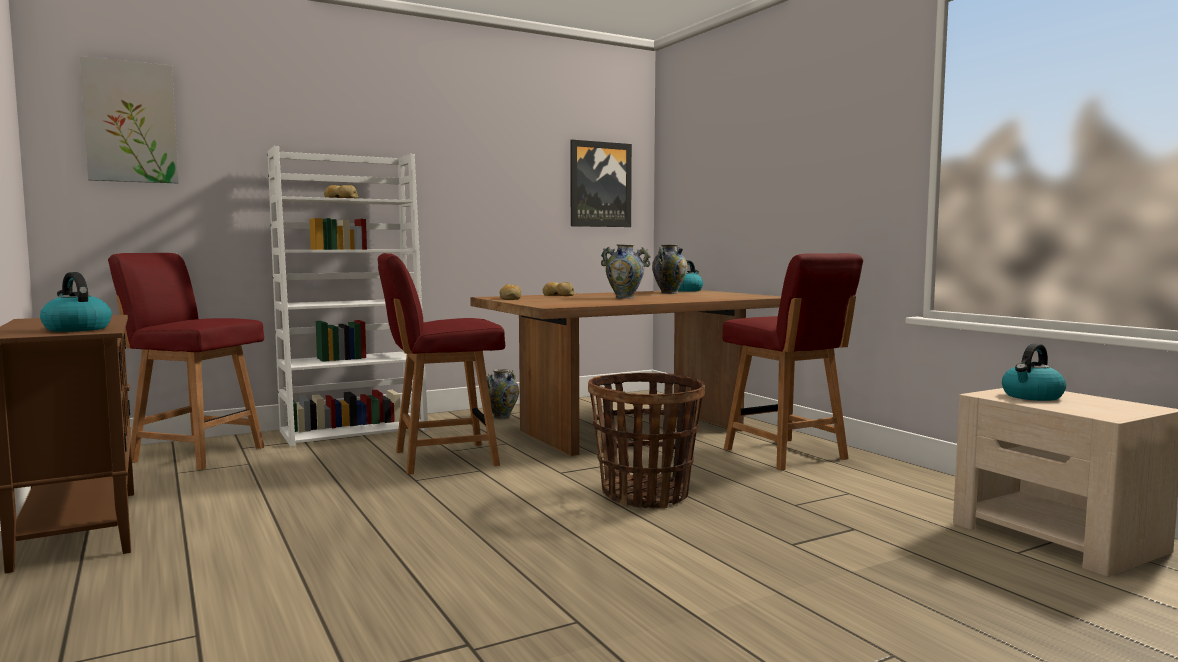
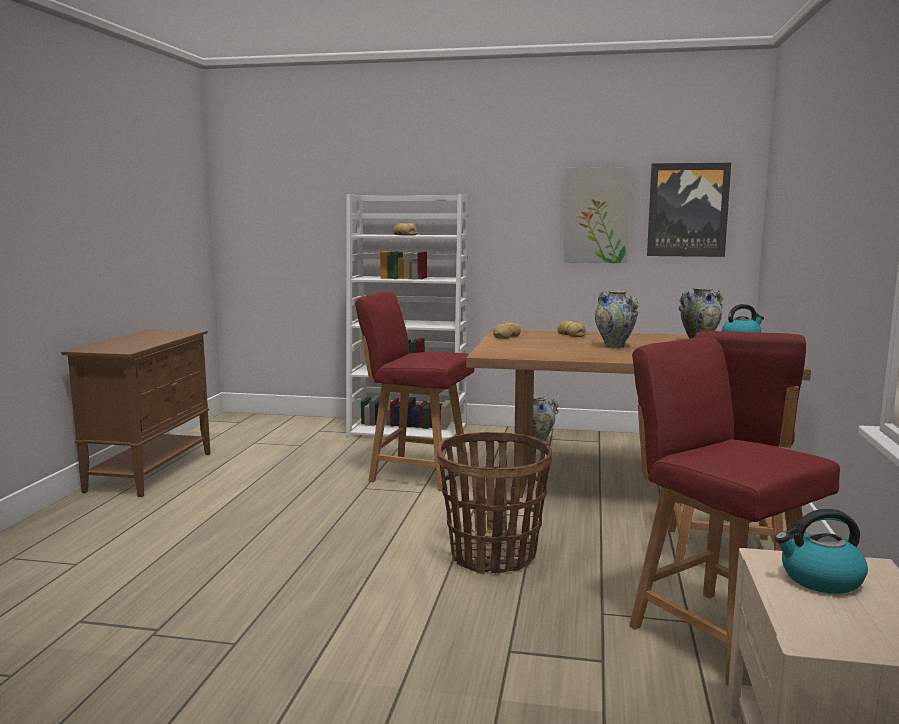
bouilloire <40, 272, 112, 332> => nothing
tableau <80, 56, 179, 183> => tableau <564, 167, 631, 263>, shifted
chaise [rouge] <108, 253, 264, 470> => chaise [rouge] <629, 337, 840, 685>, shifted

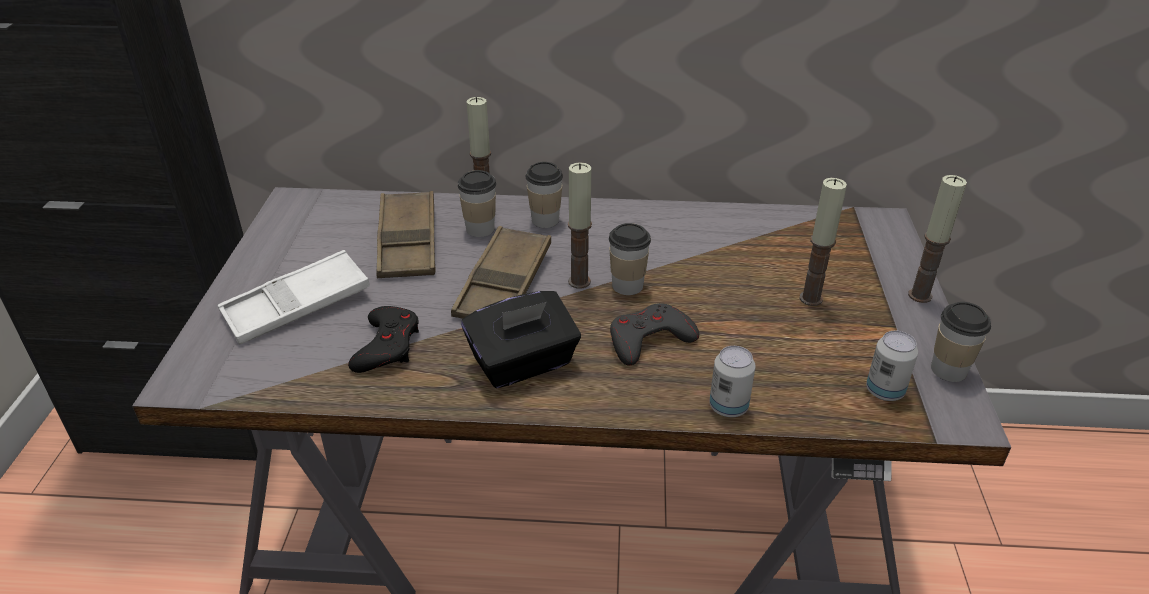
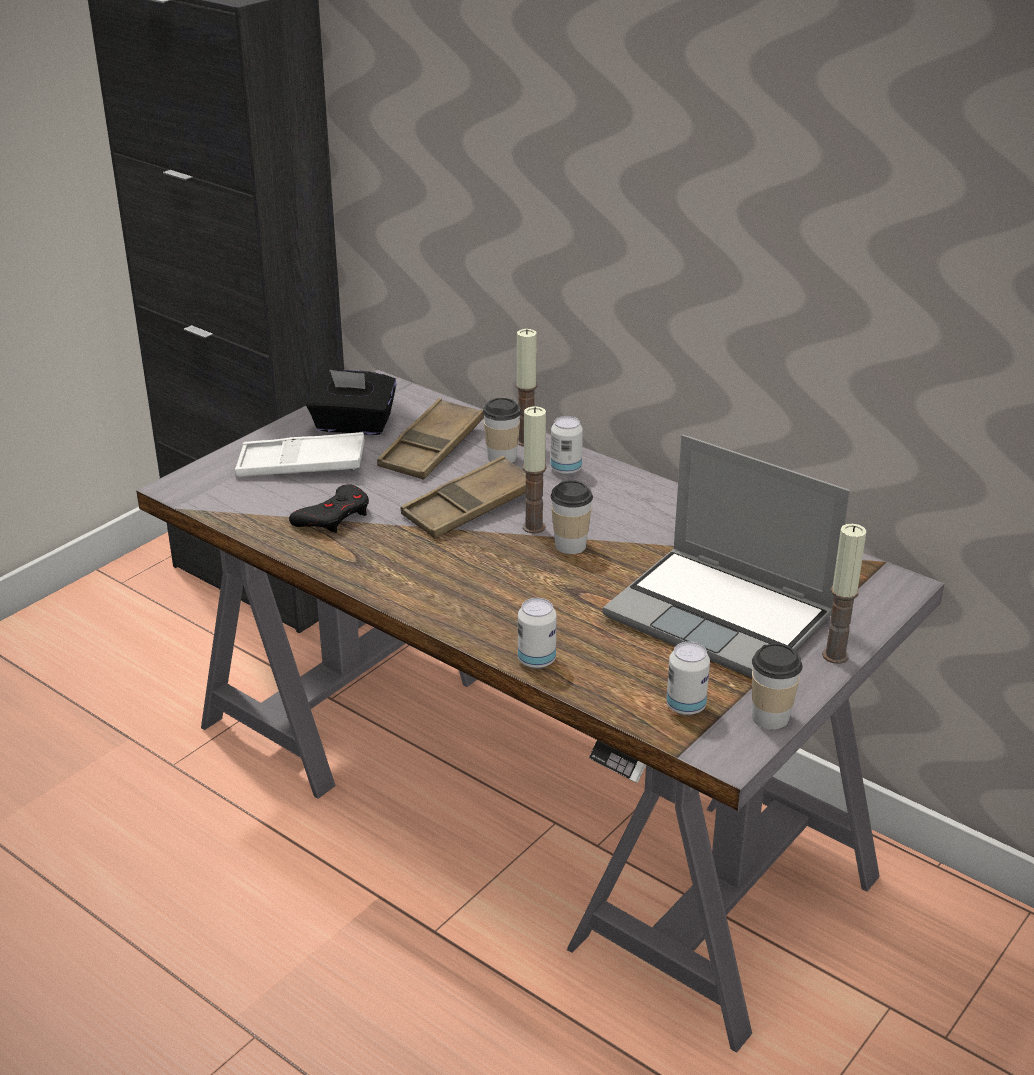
manette [gris] <610, 303, 699, 365> => nothing
boîte à mouchoirs [noir] <461, 291, 581, 388> => boîte à mouchoirs [noir] <306, 370, 397, 435>, shifted
tasse <525, 162, 563, 228> => boîte métallique <551, 416, 583, 475>
bougie <799, 178, 847, 306> => ordinateur portable <603, 435, 850, 678>

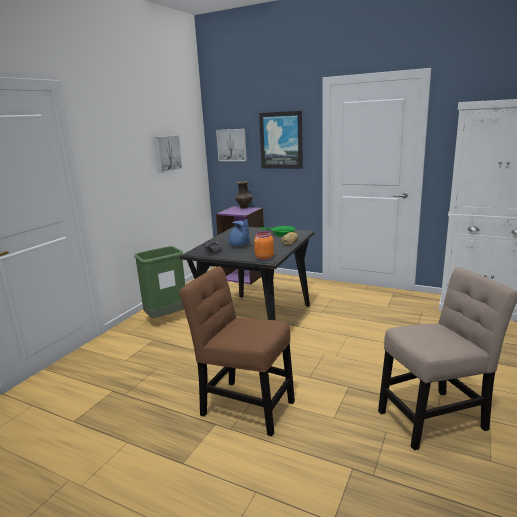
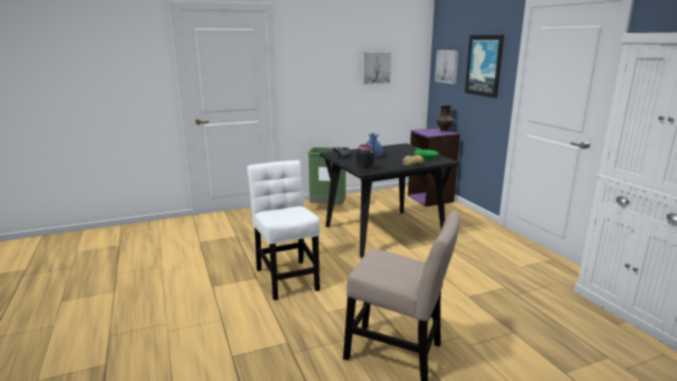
chaise [marron] <179, 266, 295, 436> => chaise [blanc] <247, 160, 320, 300>
bocal [orange] <254, 232, 274, 260> => bocal [noir] <356, 144, 374, 171>

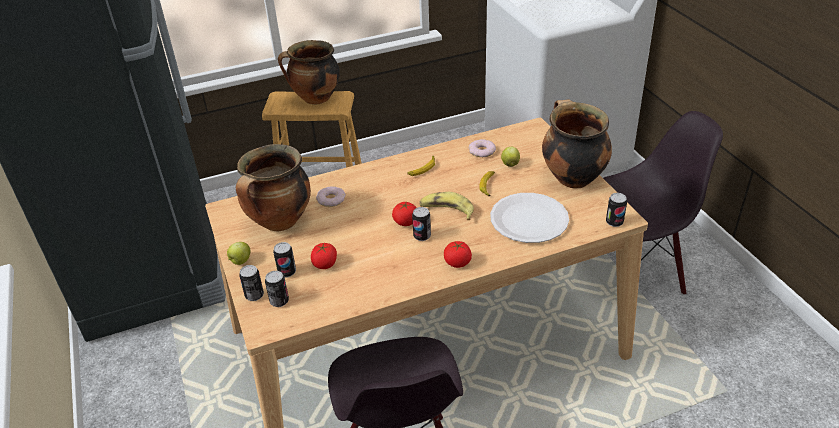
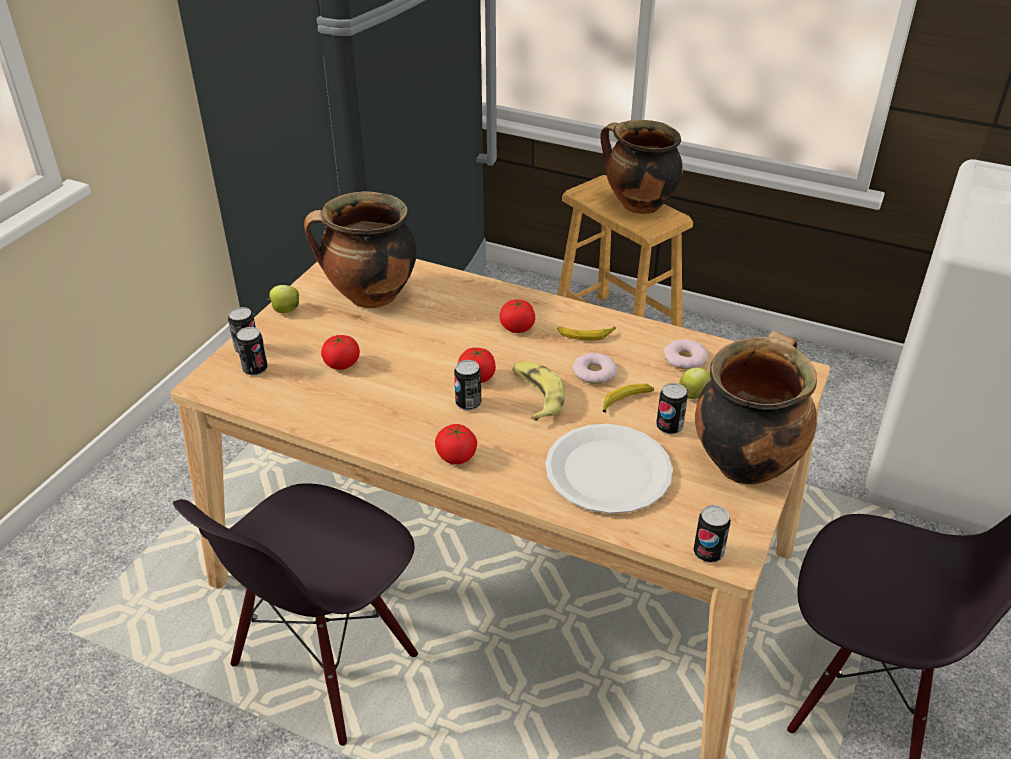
nothing => tomate <500, 300, 535, 333>
boîte métallique <273, 242, 296, 277> => boîte métallique <656, 383, 688, 435>, shifted
beignet <316, 186, 346, 207> => beignet <573, 353, 617, 384>, shifted

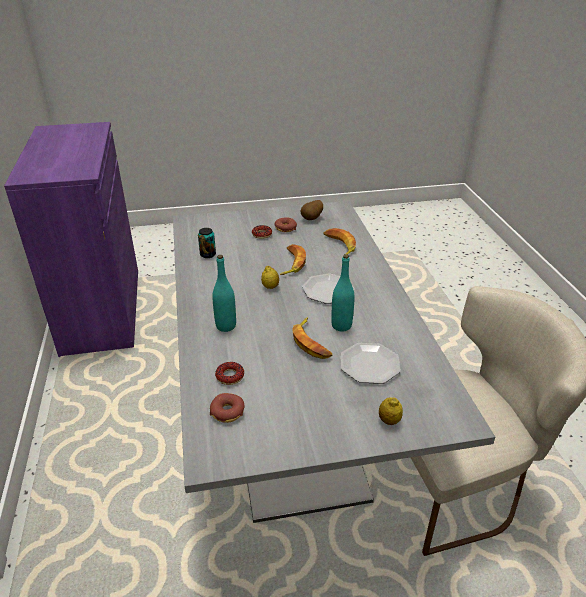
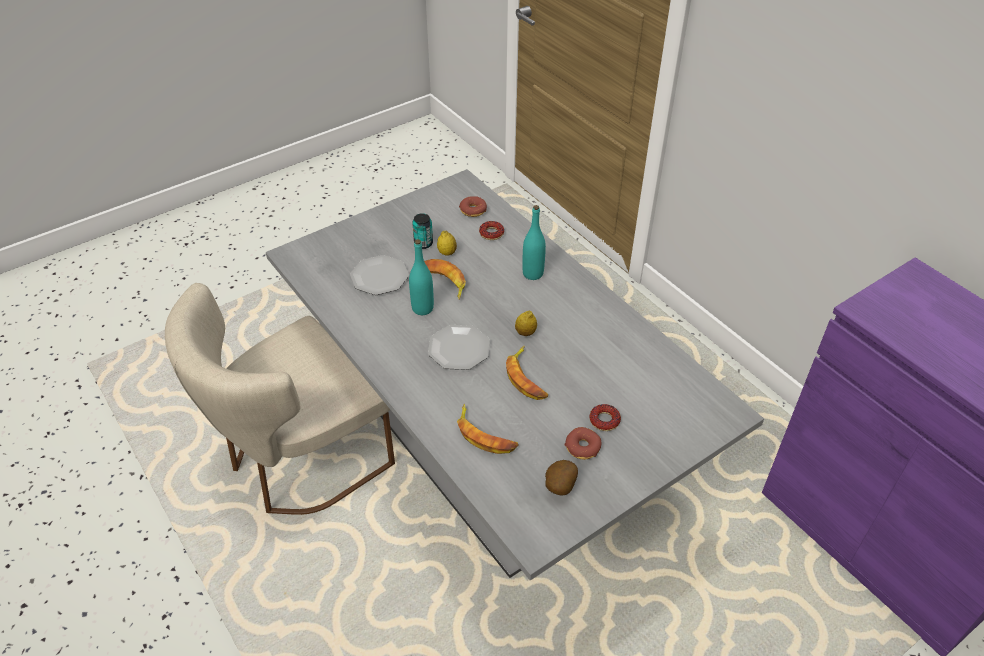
boîte métallique <198, 228, 216, 258> => boîte métallique <413, 213, 433, 249>, shifted
citron <379, 397, 403, 425> => citron <437, 231, 457, 256>, shifted

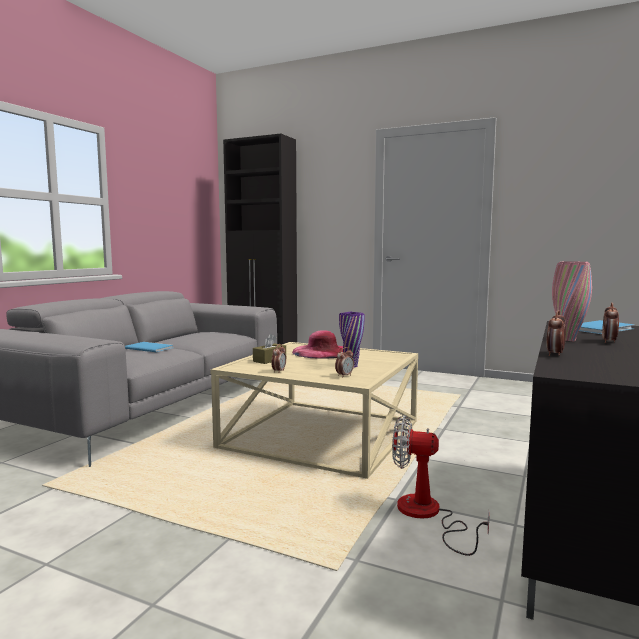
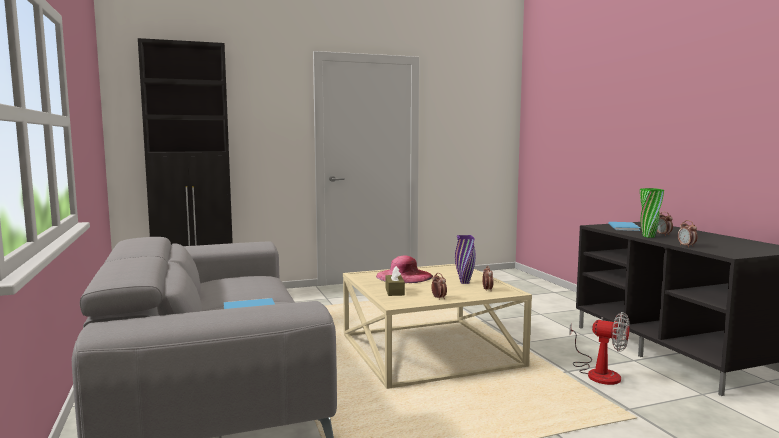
vase [rose] <552, 261, 592, 342> => vase [vert] <640, 188, 664, 238>
ventilateur <392, 415, 489, 556> => ventilateur <569, 312, 630, 385>, 120 degrees counterclockwise

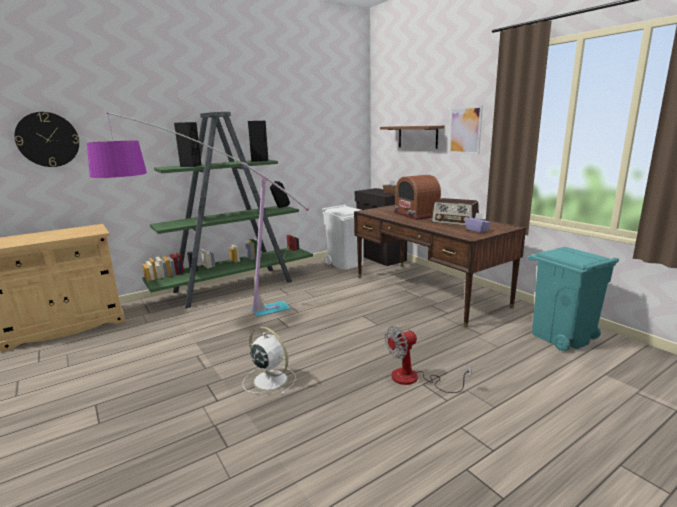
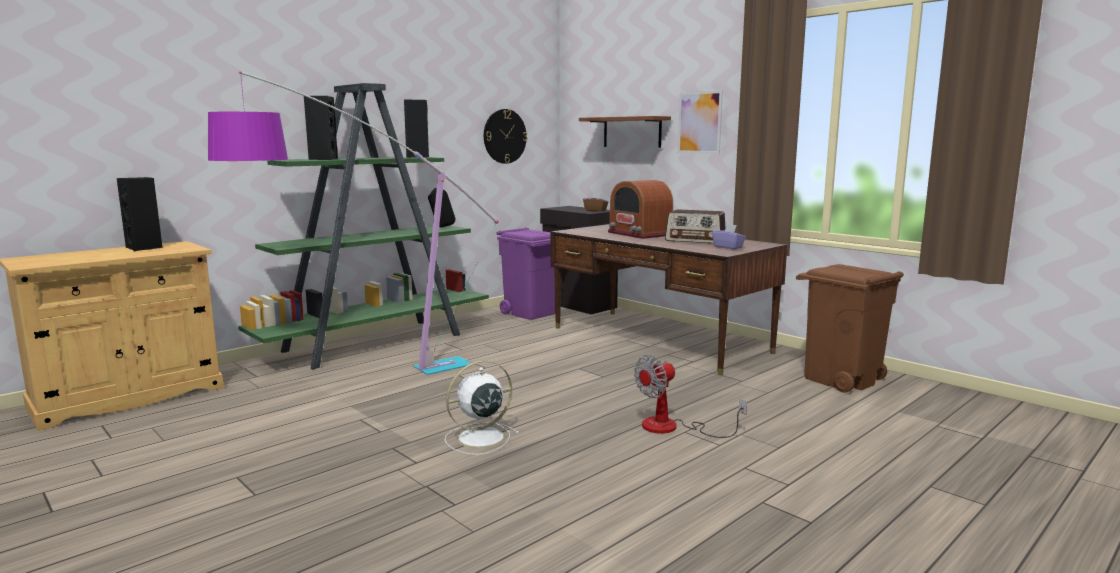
nothing => enceinte [noir] <117, 177, 163, 251>
horloge murale <14, 112, 79, 167> => horloge murale <484, 109, 528, 164>, shifted
poubelle [blanc] <322, 205, 364, 270> => poubelle [violet] <496, 227, 555, 319>
poubelle [turquoise] <528, 247, 619, 351> => poubelle [marron] <796, 264, 904, 393>
ventilateur [blanc] <243, 326, 296, 394> => ventilateur [blanc] <445, 360, 520, 455>, 60 degrees counterclockwise

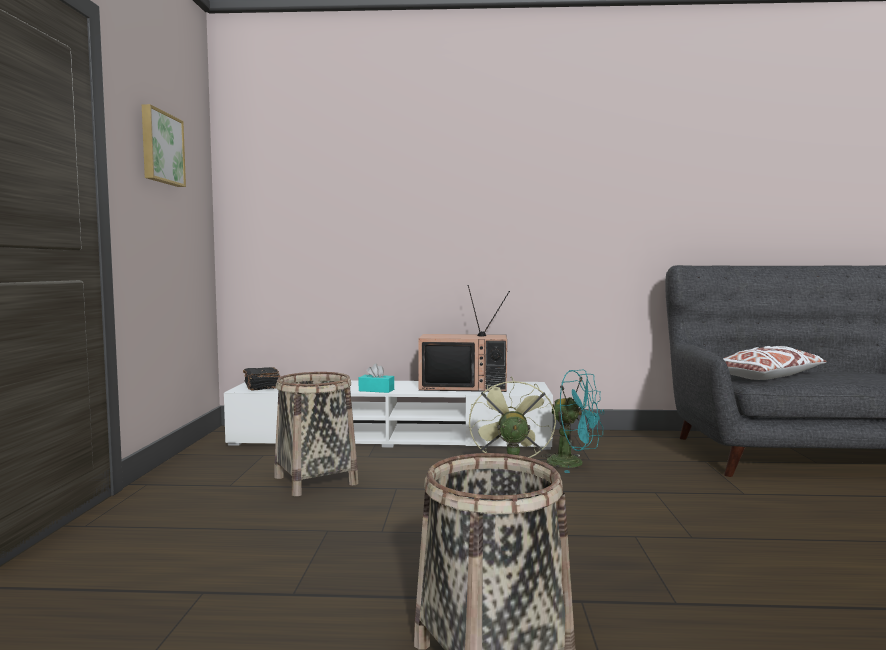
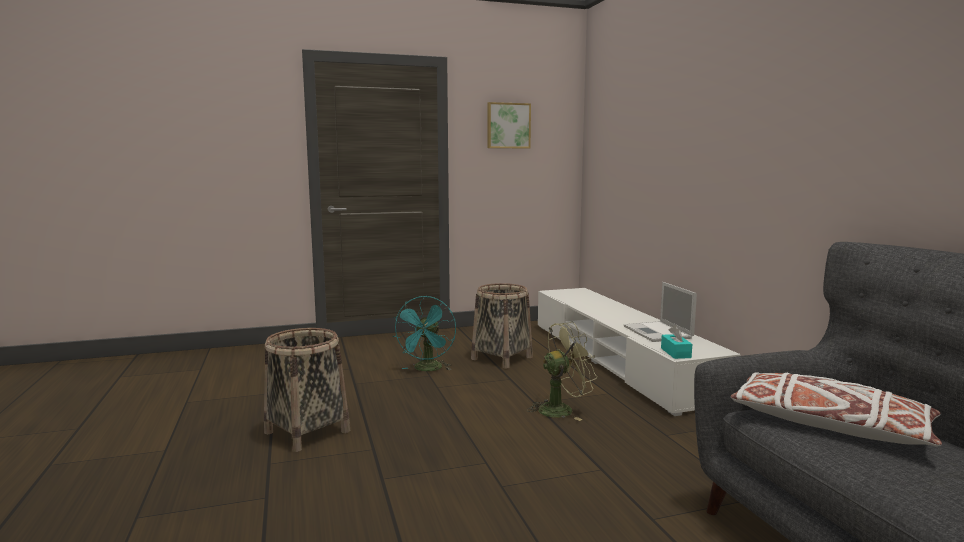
livre [noir] <243, 367, 280, 391> => nothing
boîte à mouchoirs [turquoise] <359, 364, 394, 393> => boîte à mouchoirs [turquoise] <661, 325, 692, 359>, shifted
ventilateur [turquoise] <541, 370, 604, 473> => ventilateur [turquoise] <393, 296, 456, 371>, shifted
téléviseur <418, 285, 510, 392> => ordinateur portable <624, 282, 697, 342>

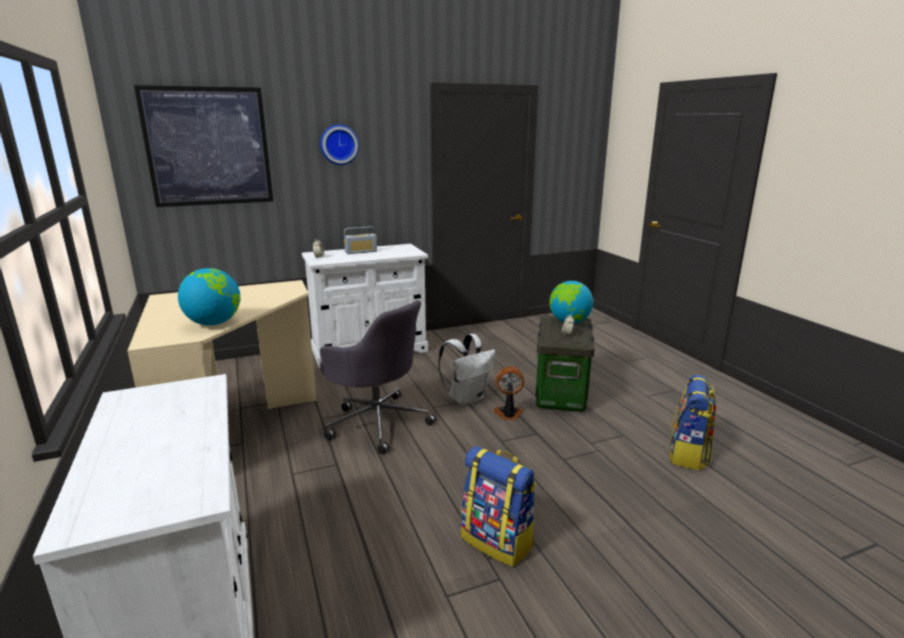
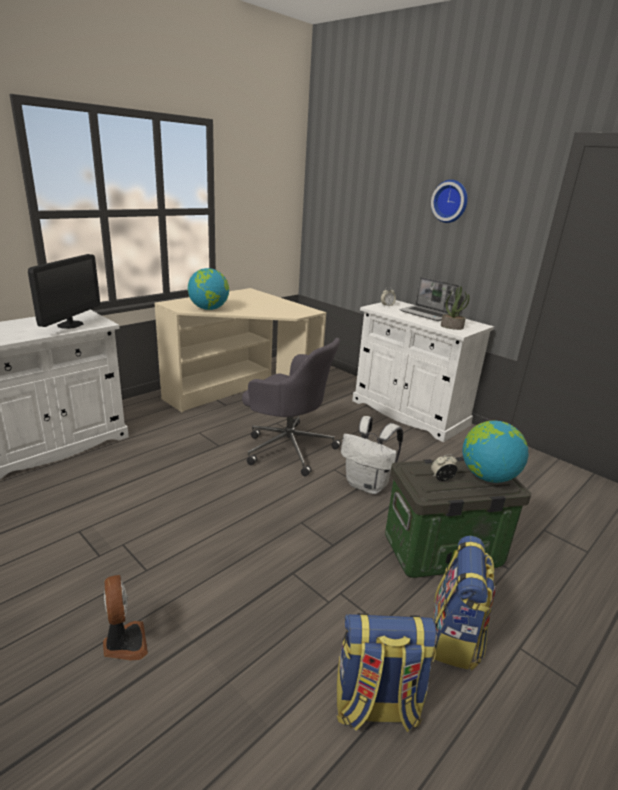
tableau <134, 85, 273, 207> => nothing
nothing => écran d'ordinateur <28, 254, 100, 329>
nothing => plante en pot <441, 286, 470, 330>
sac à dos <461, 446, 536, 567> => sac à dos <433, 536, 496, 671>, shifted
ventilateur <493, 366, 524, 420> => ventilateur <103, 575, 148, 660>, shifted
radio <344, 226, 377, 254> => ordinateur portable <400, 277, 459, 321>
chaise de bureau [gris] <320, 300, 436, 454> => chaise de bureau [gris] <242, 338, 341, 476>, 75 degrees counterclockwise

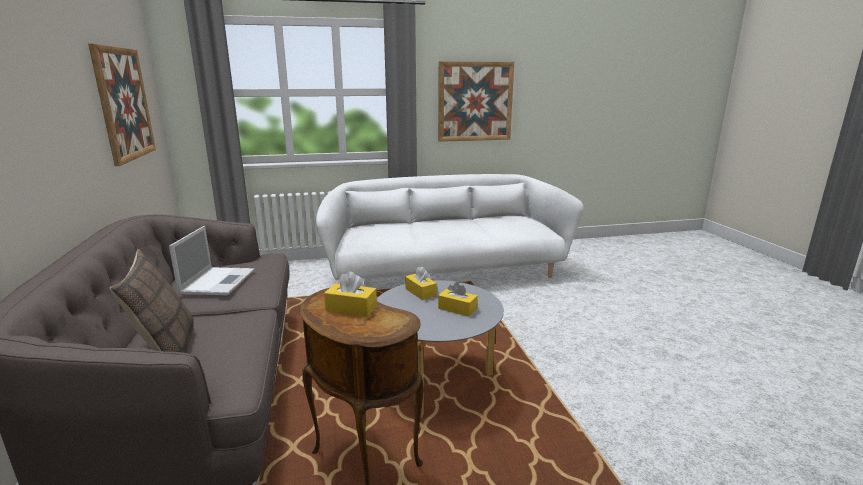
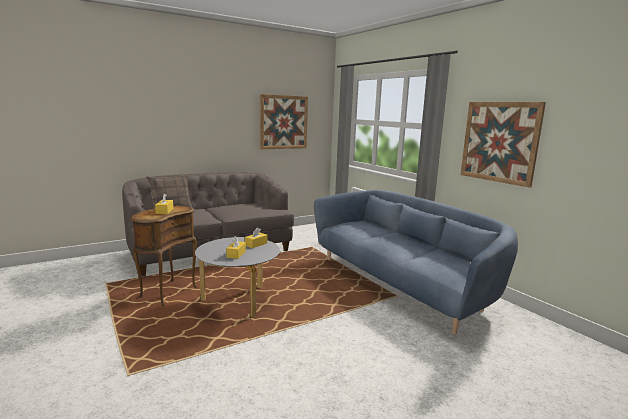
ordinateur portable <169, 226, 254, 295> => nothing
canapé [blanc] <316, 174, 584, 280> => canapé [bleu] <314, 190, 518, 335>

